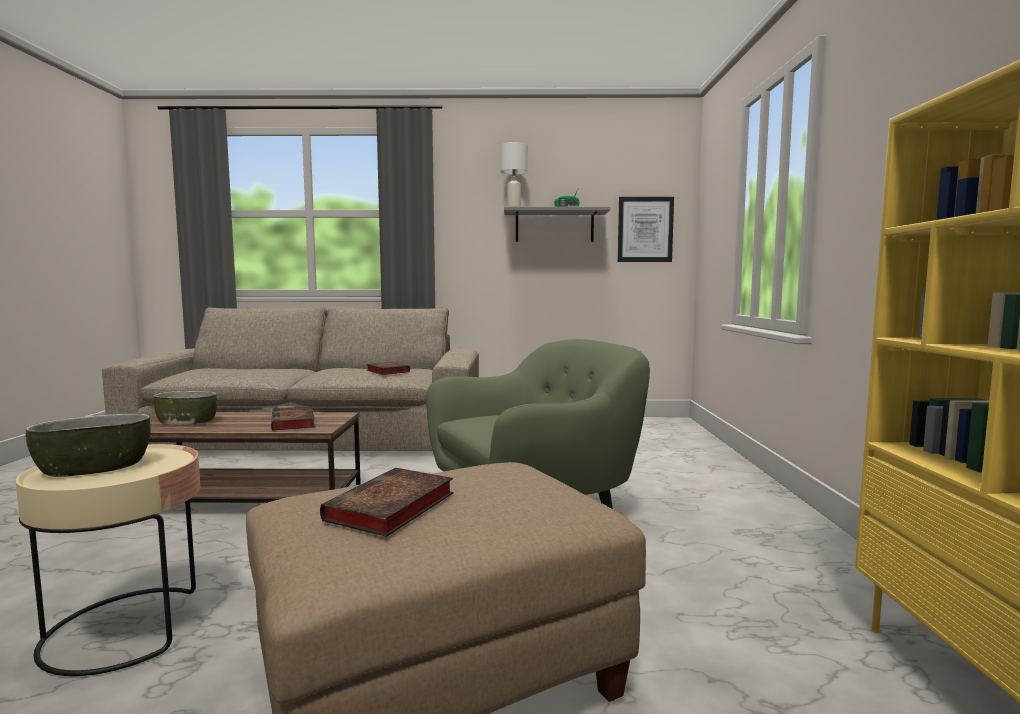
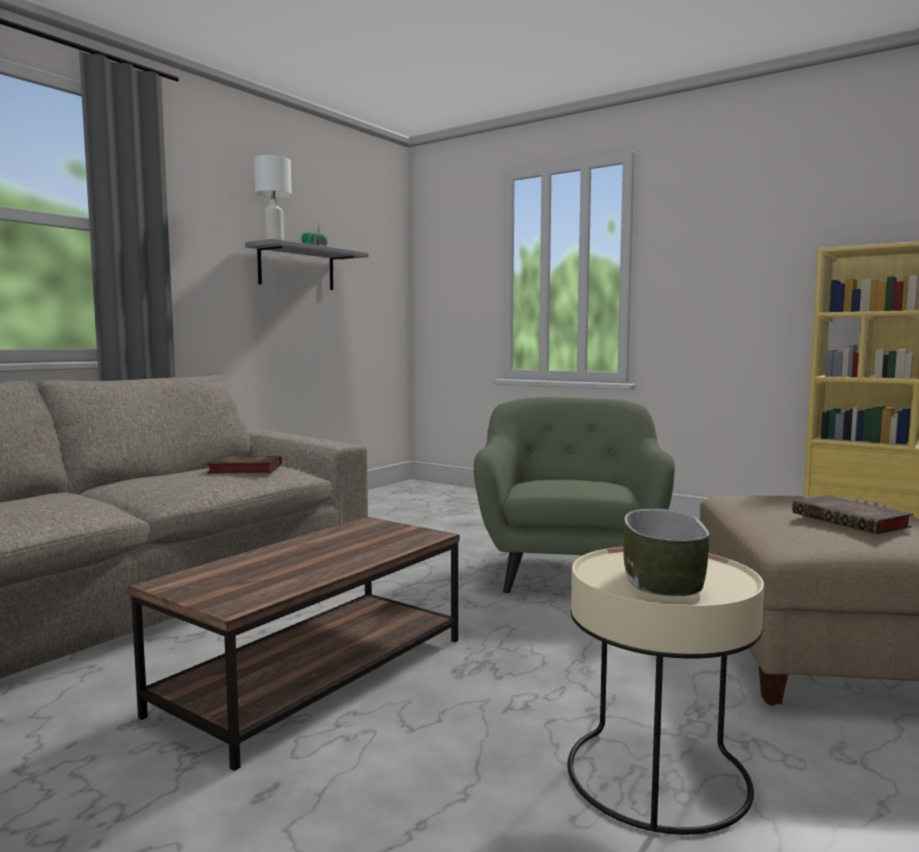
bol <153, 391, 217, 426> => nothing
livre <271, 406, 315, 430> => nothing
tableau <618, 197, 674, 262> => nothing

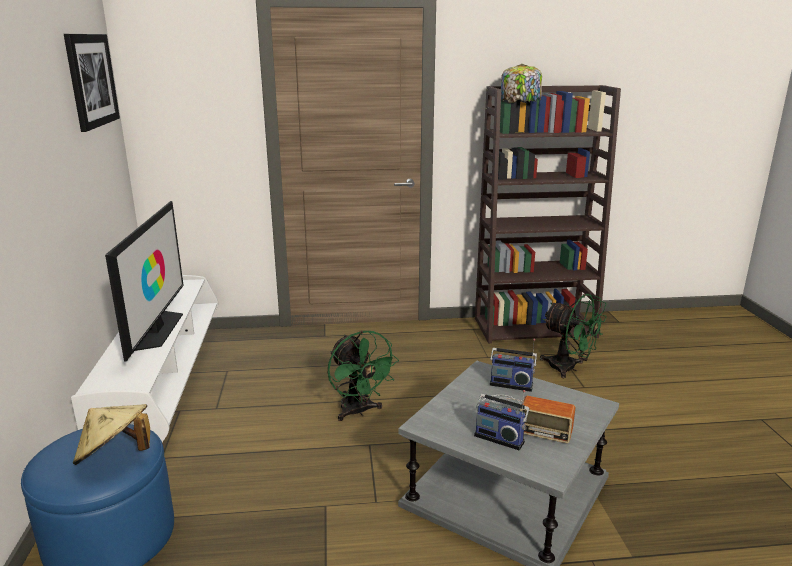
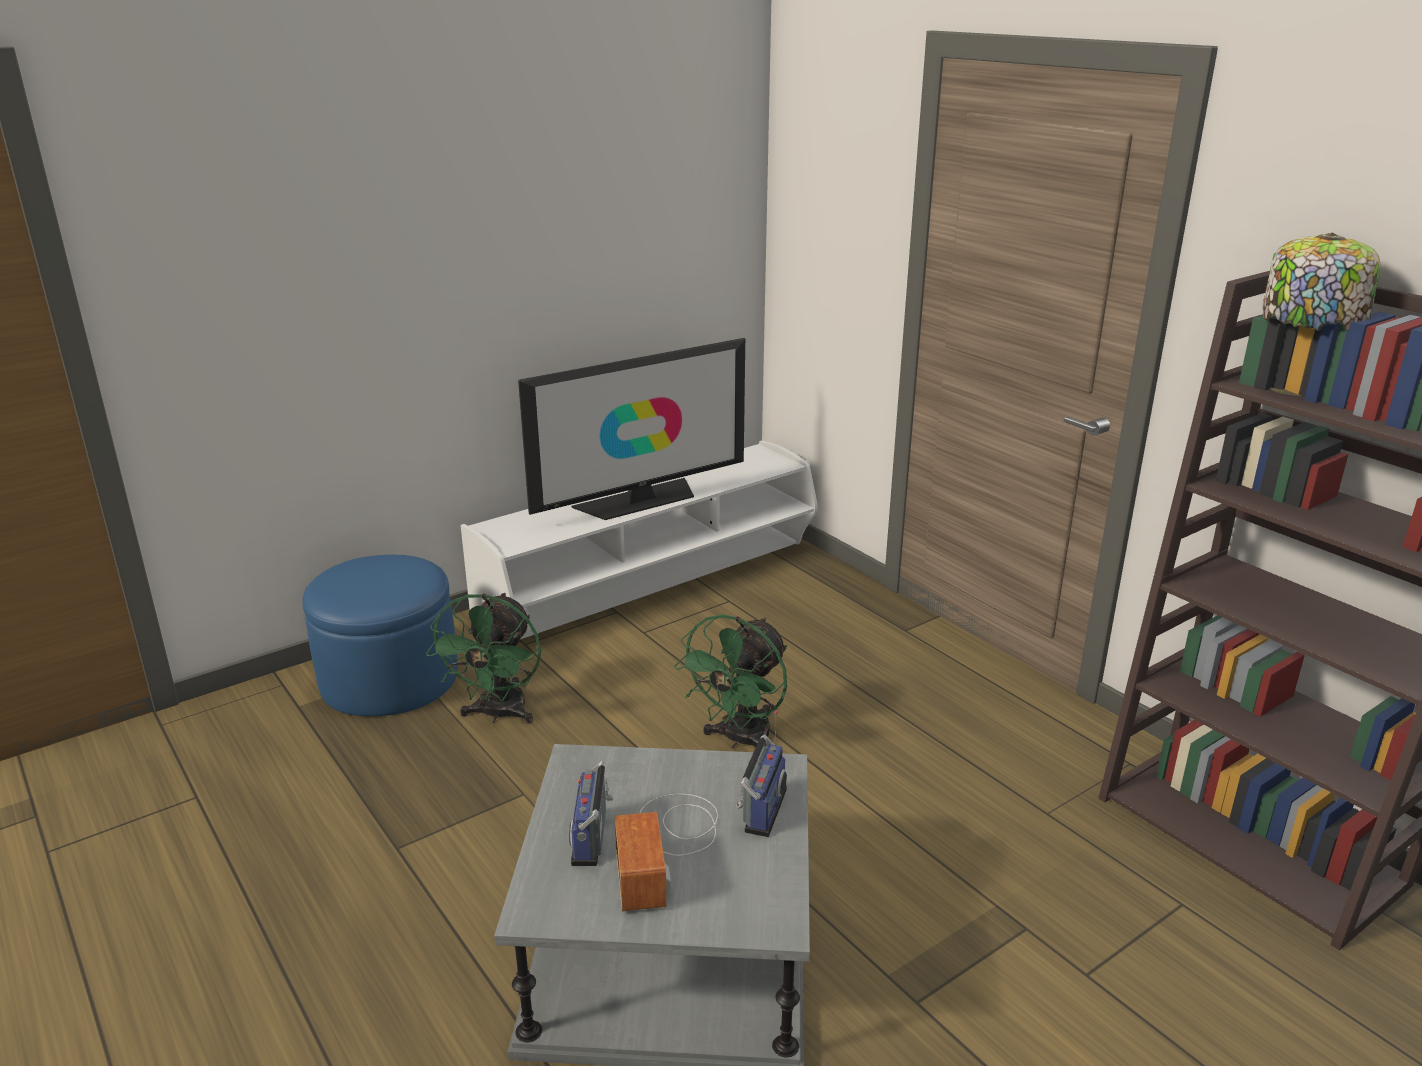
tableau <64, 34, 120, 132> => nothing
chapeau [beige] <73, 404, 150, 465> => nothing
ventilateur [vert] <540, 294, 607, 378> => ventilateur [vert] <426, 592, 541, 724>, shifted
radio <490, 339, 537, 392> => radio <736, 711, 787, 837>, 150 degrees counterclockwise

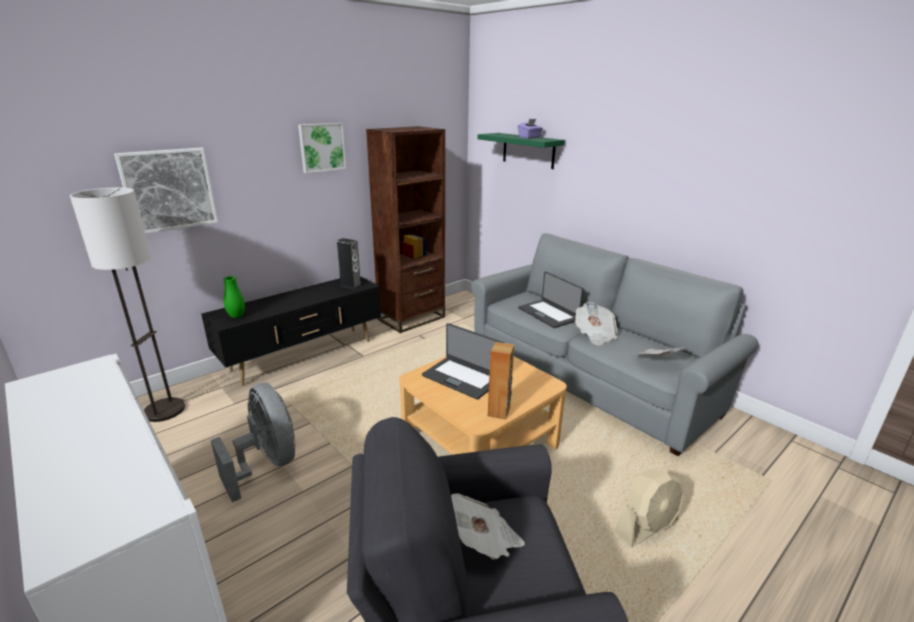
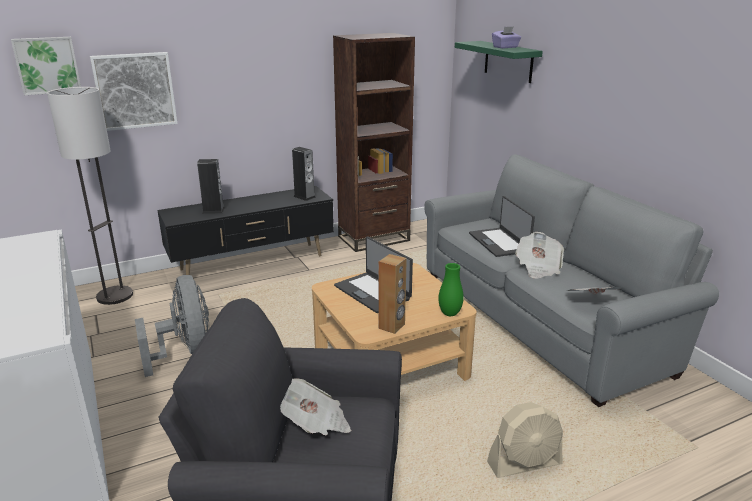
nothing => enceinte <197, 159, 225, 214>
vase [vert] <223, 276, 245, 318> => vase [vert] <438, 263, 464, 316>, shifted
tableau <298, 123, 346, 173> => tableau <11, 37, 81, 95>, shifted

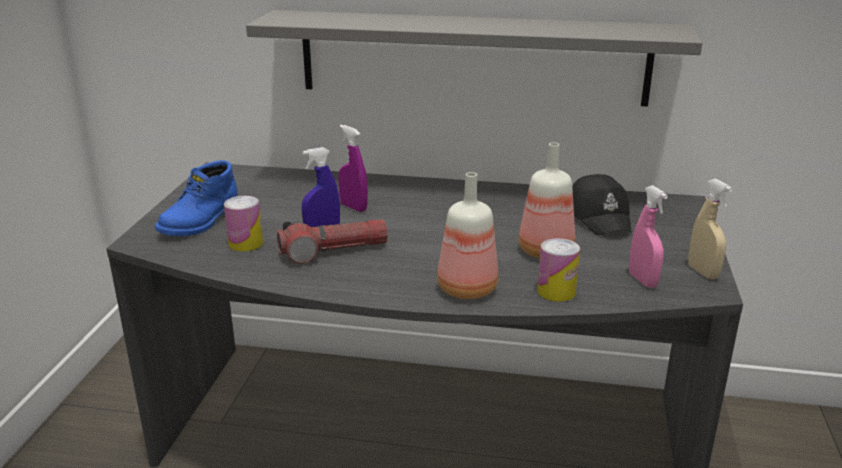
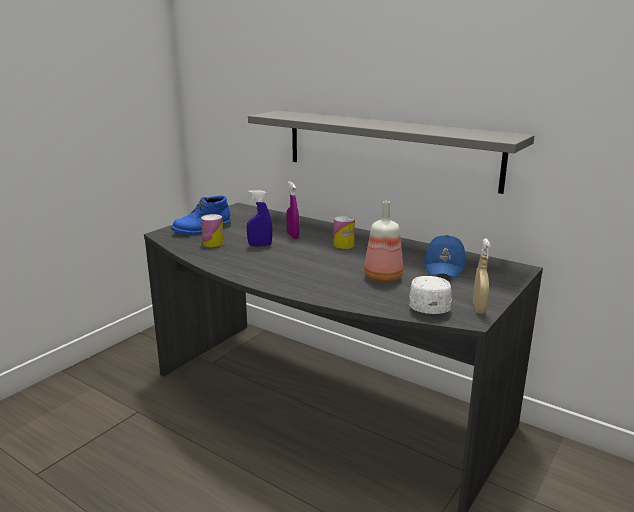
lampe de poche <277, 219, 388, 264> => nothing
bouteille <437, 172, 498, 299> => nothing
boîte métallique <537, 238, 580, 302> => boîte métallique <333, 216, 355, 249>, shifted
vaporisateur [rose] <629, 185, 668, 288> => casquette [blanc] <409, 276, 452, 314>
casquette [noir] <572, 174, 632, 236> => casquette [bleu] <424, 235, 466, 278>

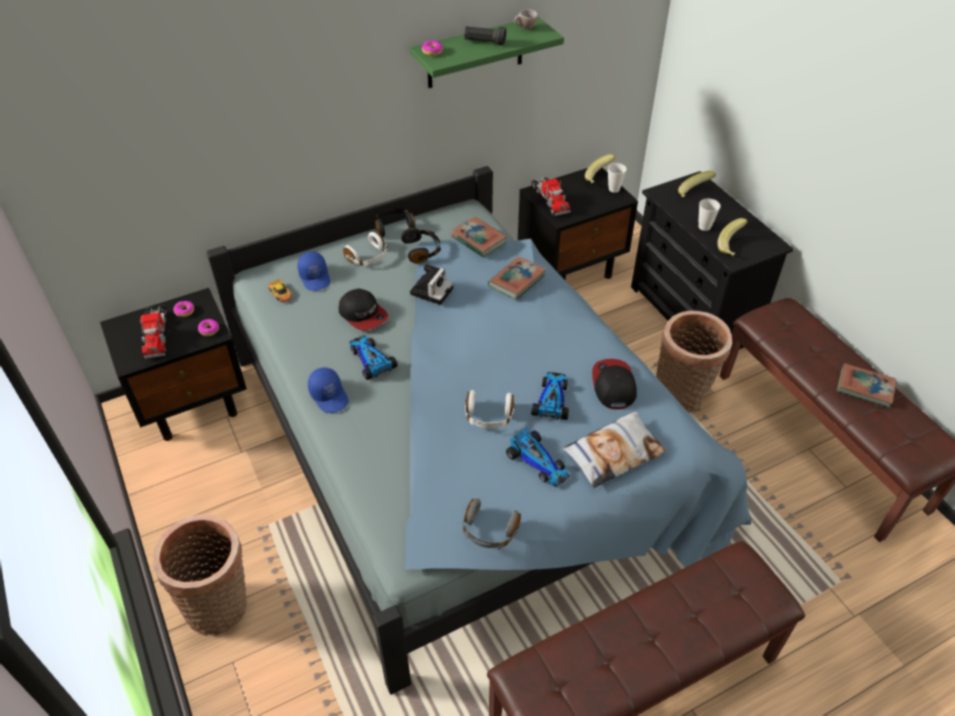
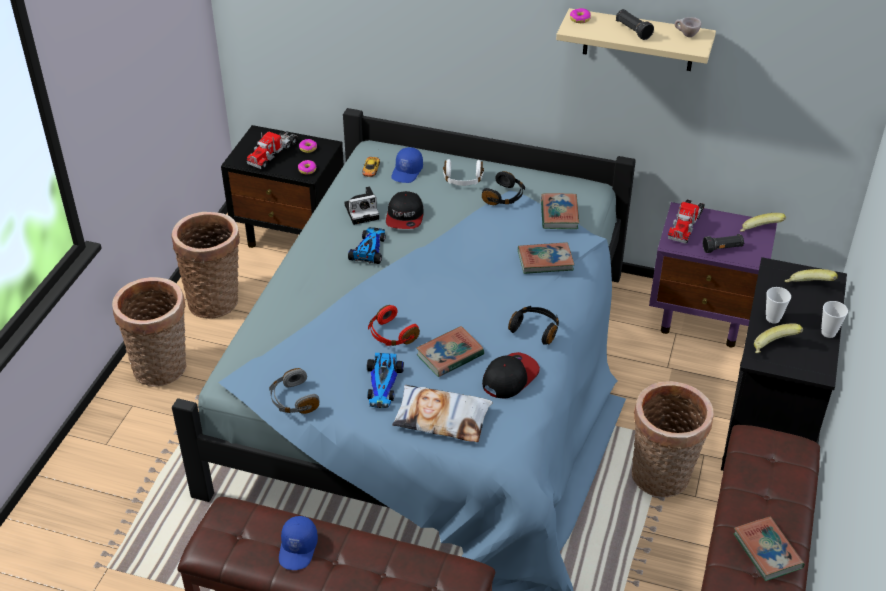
nothing => panier <171, 212, 240, 319>
nothing => lampe de poche [noir] <703, 234, 744, 253>
casquette [bleu] <308, 367, 349, 413> => casquette [bleu] <279, 516, 318, 570>, shifted
casque audio [noir] <375, 208, 415, 237> => casque audio [noir] <508, 306, 559, 345>, shifted
appareil photo <410, 264, 453, 305> => appareil photo <344, 186, 379, 225>, shifted
tasse <608, 163, 627, 193> => tasse <821, 301, 848, 338>, shifted
petite voiture <531, 372, 569, 420> => livre <416, 326, 484, 377>
étagère [vert] <410, 17, 564, 88> => étagère [beige] <556, 8, 716, 71>
casque audio [blanc] <465, 390, 515, 429> => casque audio [rouge] <368, 305, 420, 346>
table de chevet [noir] <518, 168, 638, 280> => table de chevet [violet] <649, 202, 777, 347>

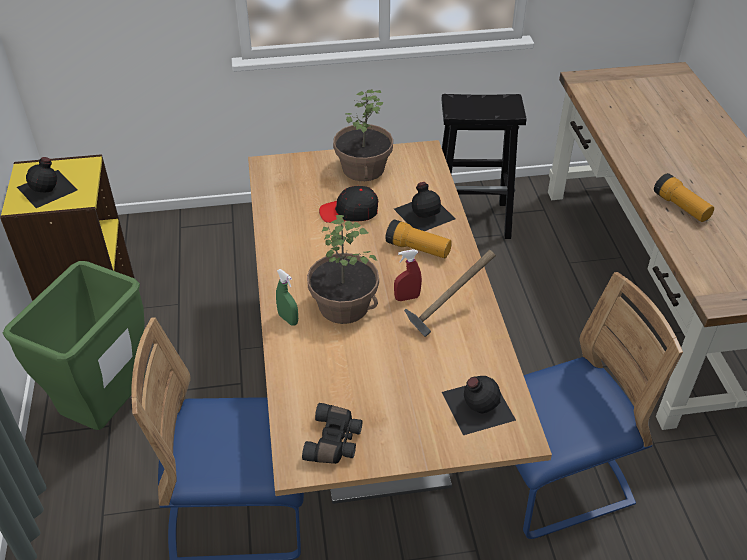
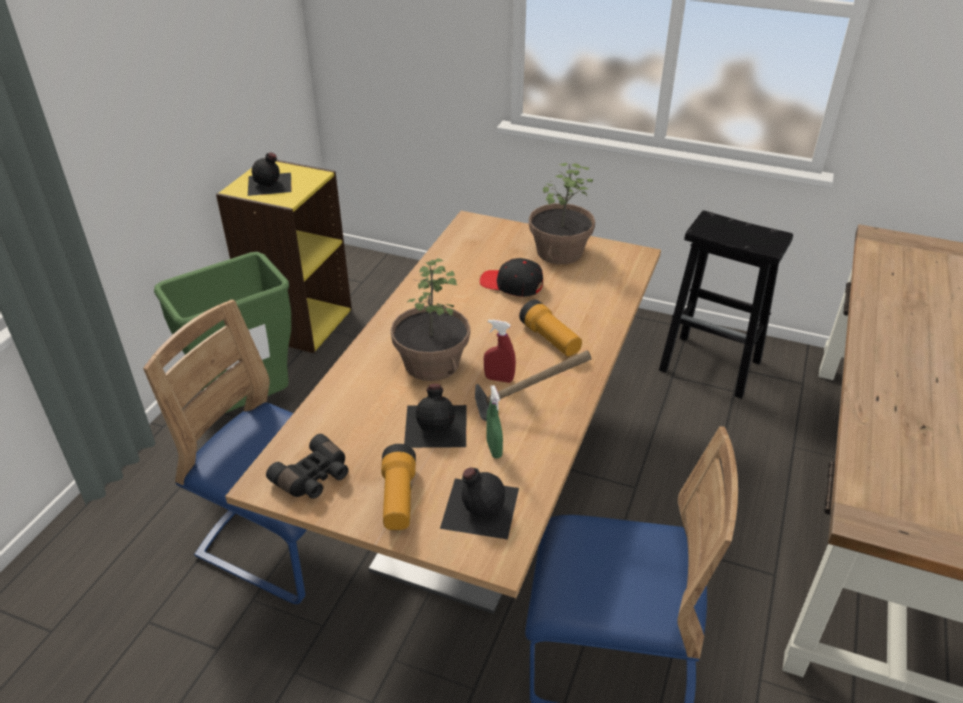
vaporisateur [vert] <276, 269, 298, 325> => vaporisateur [vert] <486, 385, 503, 458>, shifted
bouteille [noir] <394, 182, 456, 231> => bouteille [noir] <404, 384, 466, 448>, shifted
lampe de poche <654, 173, 714, 222> => lampe de poche <381, 444, 416, 530>, shifted

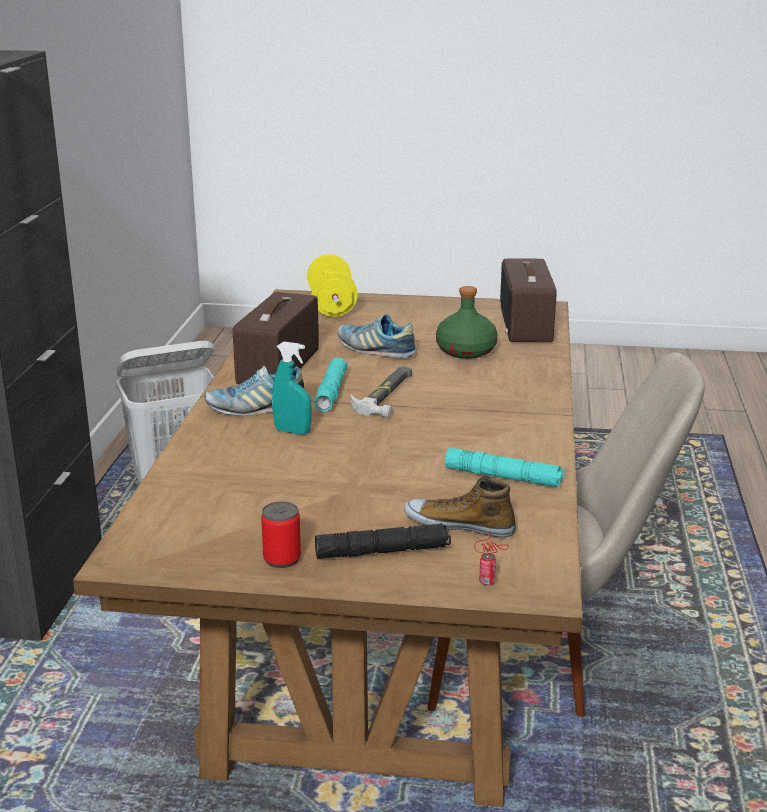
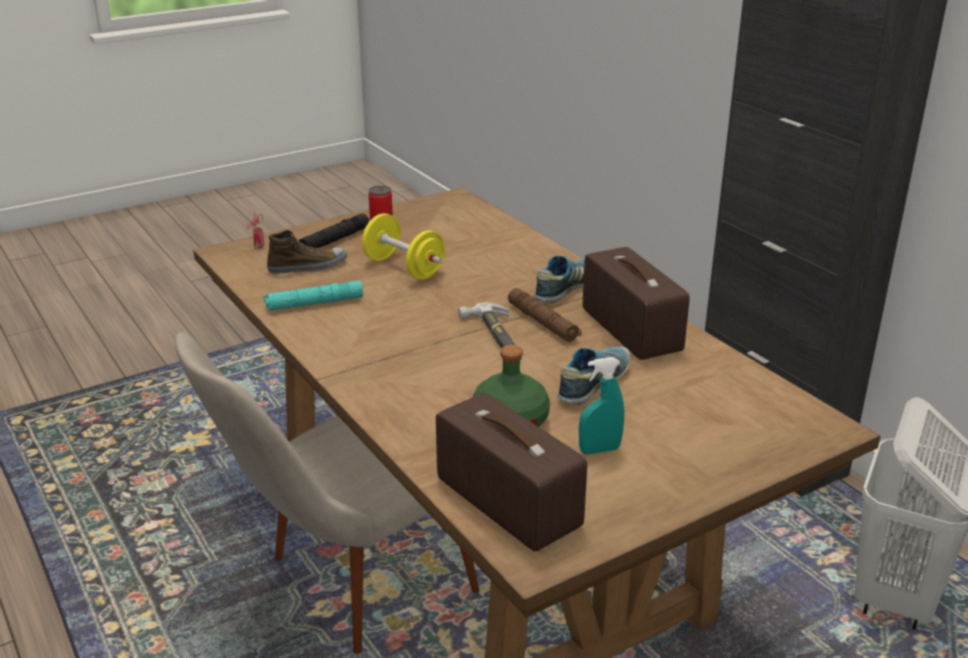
vaporisateur [turquoise] <272, 341, 311, 435> => vaporisateur [turquoise] <579, 357, 624, 455>, shifted
haltère [jaune] <307, 254, 358, 317> => haltère [jaune] <362, 213, 445, 280>, shifted
lampe de poche [turquoise] <314, 358, 348, 412> => lampe de poche [marron] <508, 288, 581, 342>
chaussure <338, 314, 417, 358> => chaussure <557, 346, 631, 405>, 45 degrees counterclockwise

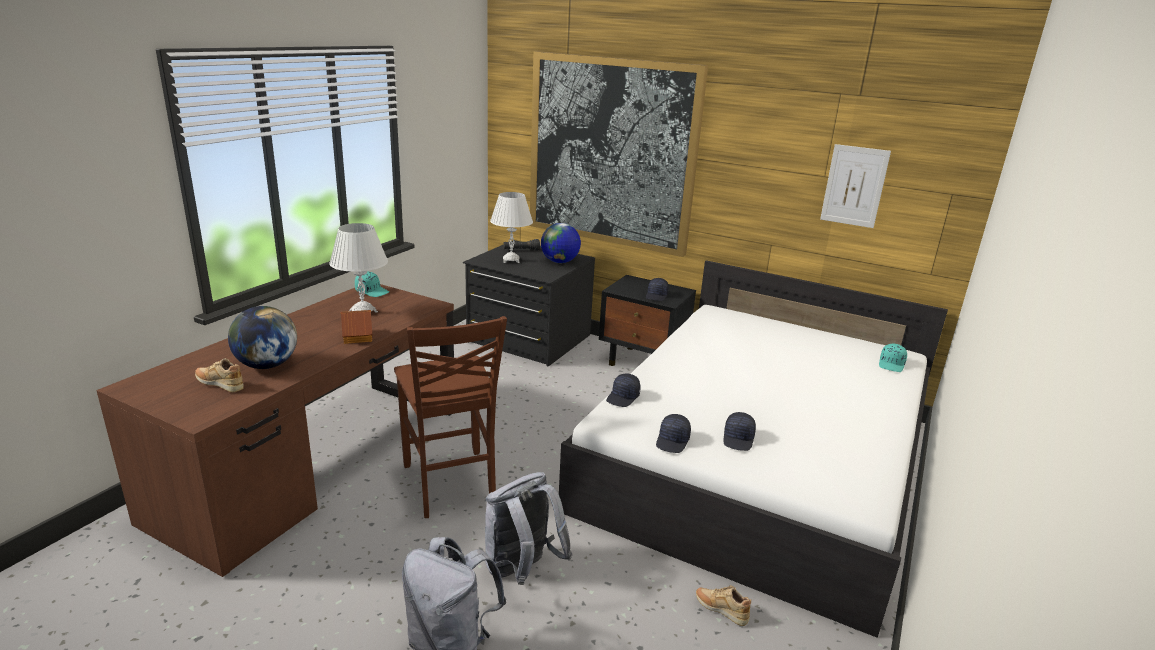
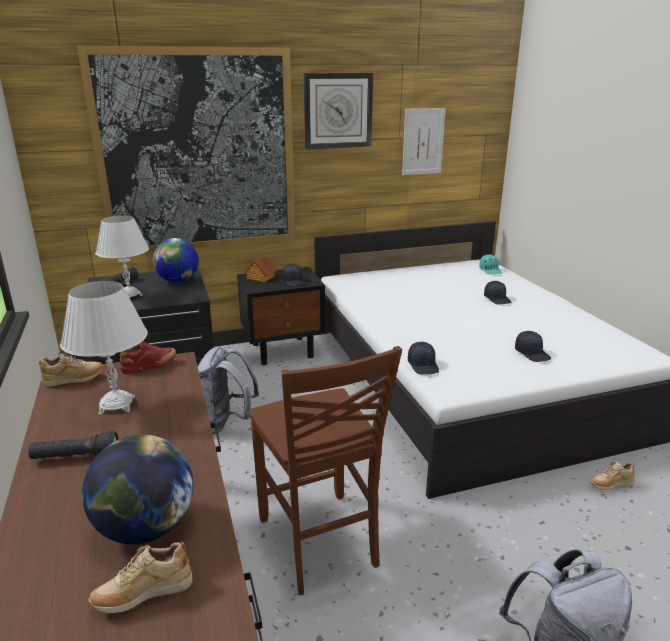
nothing => lampe de poche [noir] <28, 431, 119, 459>
nothing => chaussure [rouge] <120, 341, 176, 374>
nothing => horloge murale <304, 73, 373, 149>
maison miniature <340, 310, 372, 344> => maison miniature <244, 256, 277, 282>, shifted
sac à dos [gris] <485, 472, 573, 585> => sac à dos [gris] <198, 346, 260, 435>, shifted
casquette [noir] <656, 414, 691, 453> => casquette [noir] <484, 281, 511, 304>, shifted
casquette [turquoise] <355, 271, 389, 297> => chaussure [beige] <39, 353, 103, 387>
chaise [marron] <394, 316, 507, 518> => chaise [marron] <248, 346, 402, 595>, 45 degrees clockwise

